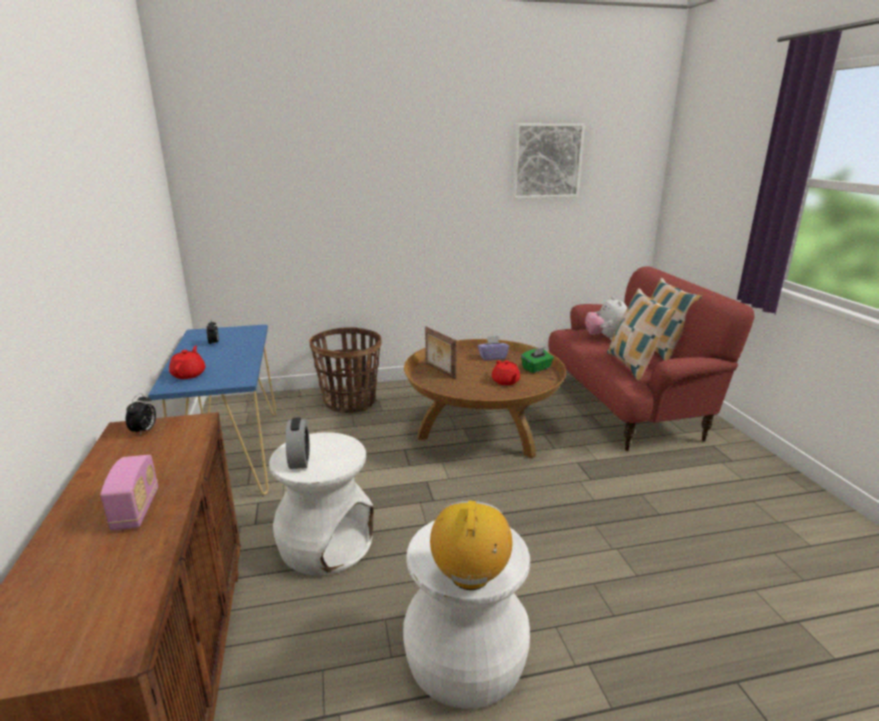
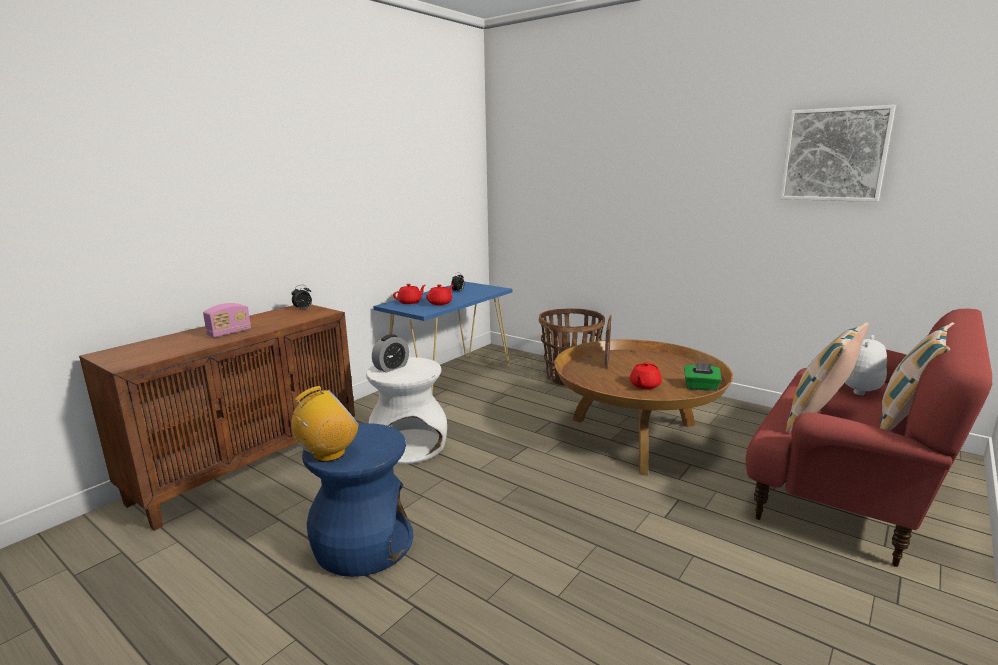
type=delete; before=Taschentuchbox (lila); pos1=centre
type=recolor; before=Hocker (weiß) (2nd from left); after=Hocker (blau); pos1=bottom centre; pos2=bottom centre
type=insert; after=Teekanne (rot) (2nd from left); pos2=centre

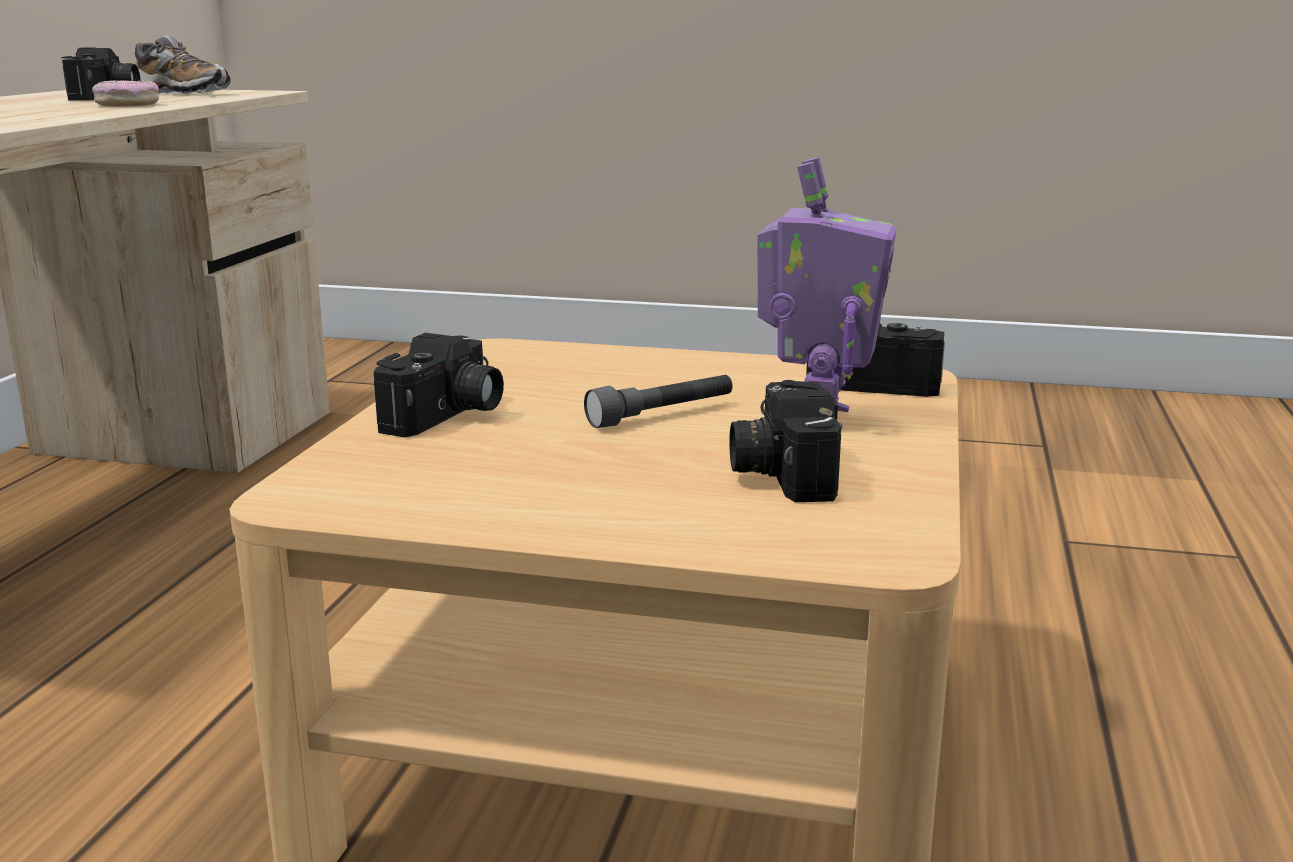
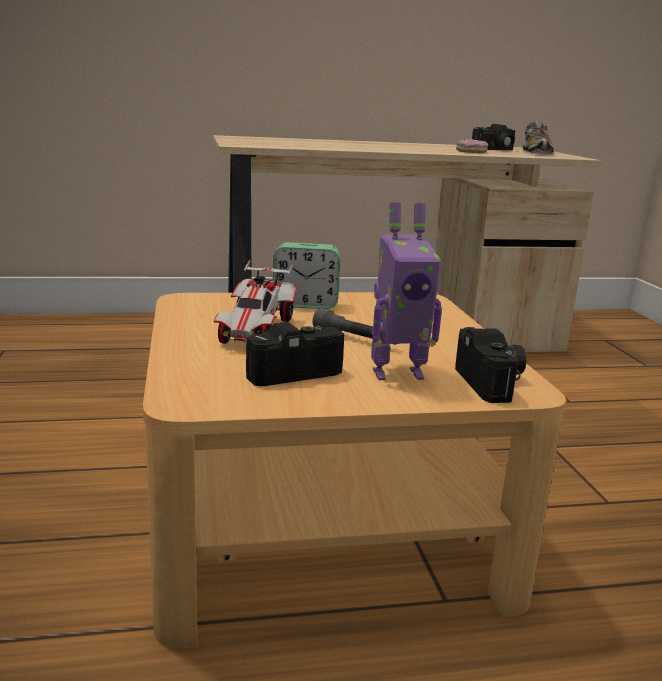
type=replace; before=Kamera (2nd from left); after=Wecker; pos1=centre; pos2=centre
type=insert; after=Spielzeugauto; pos2=centre

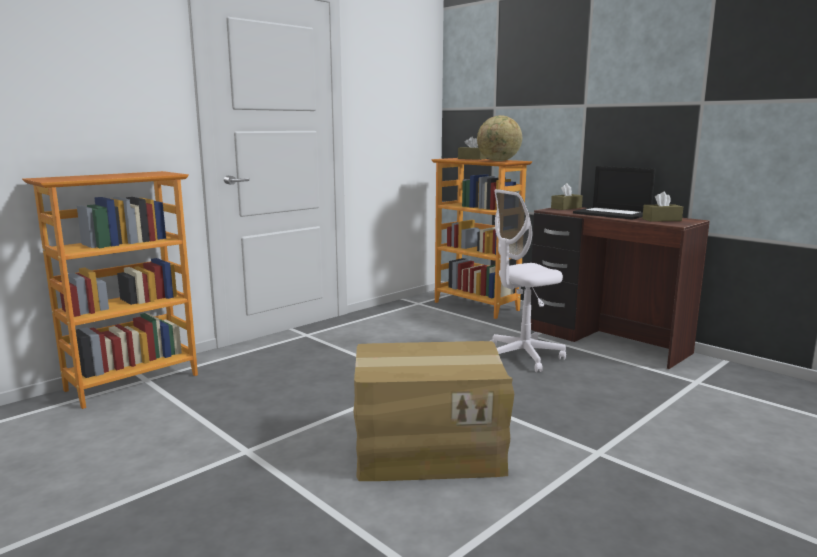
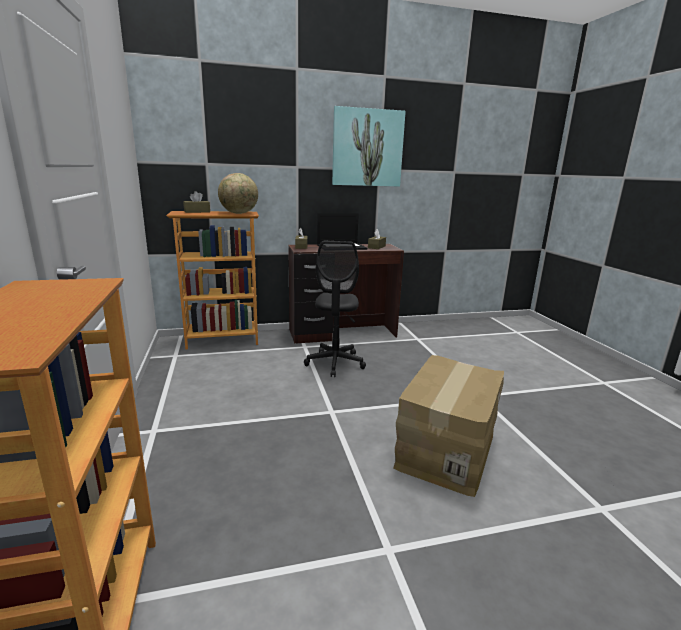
type=recolor; before=Bürostuhl (weiß); after=Bürostuhl (schwarz); pos1=centre; pos2=centre
type=insert; after=Bild; pos2=top centre

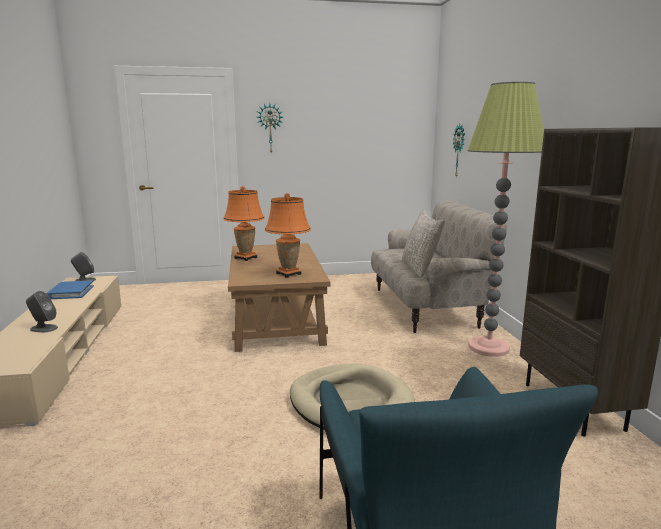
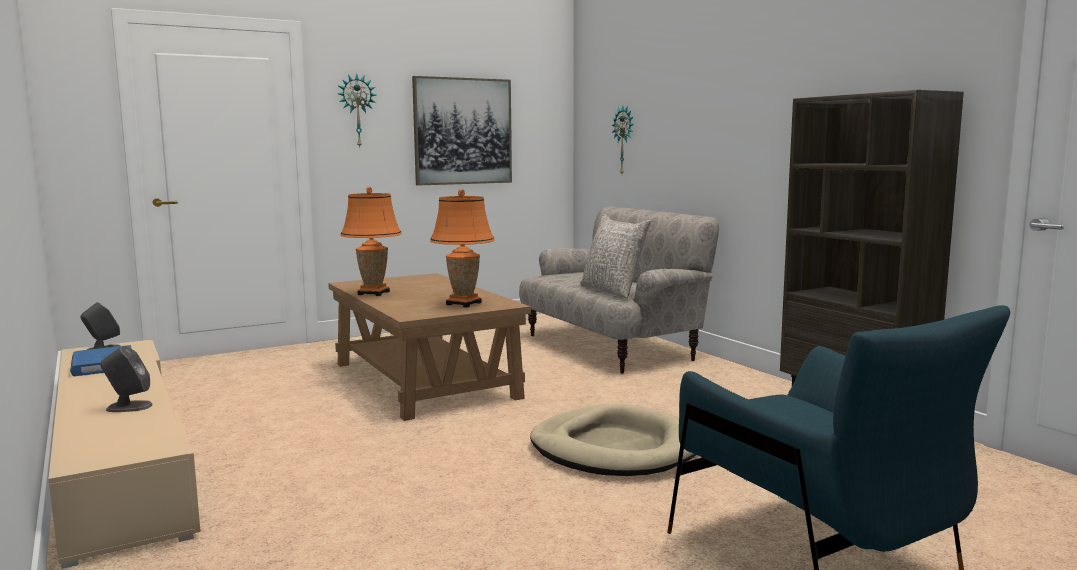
type=delete; before=Stehlampe; pos1=middle right
type=insert; after=Bild; pos2=top centre

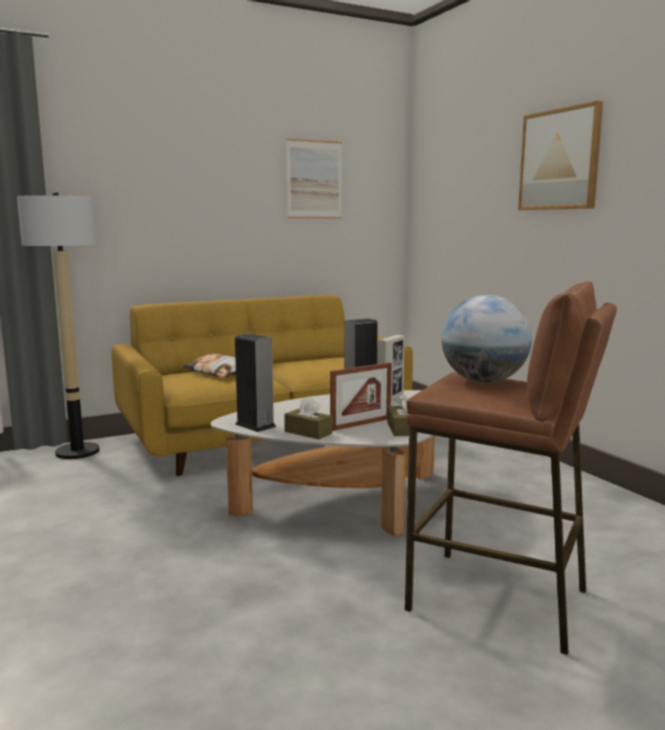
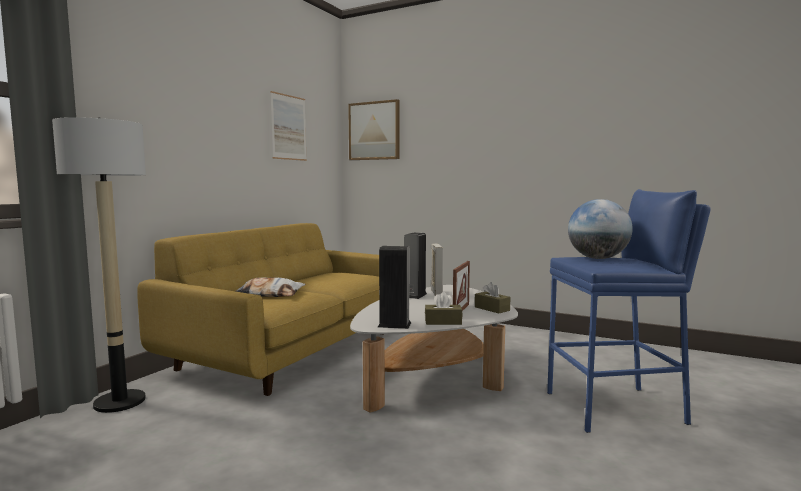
type=move; before=Bild (2nd from left); pos1=top right; pos2=top centre
type=recolor; before=Hocker (braun); after=Hocker (blau); pos1=middle right; pos2=middle right

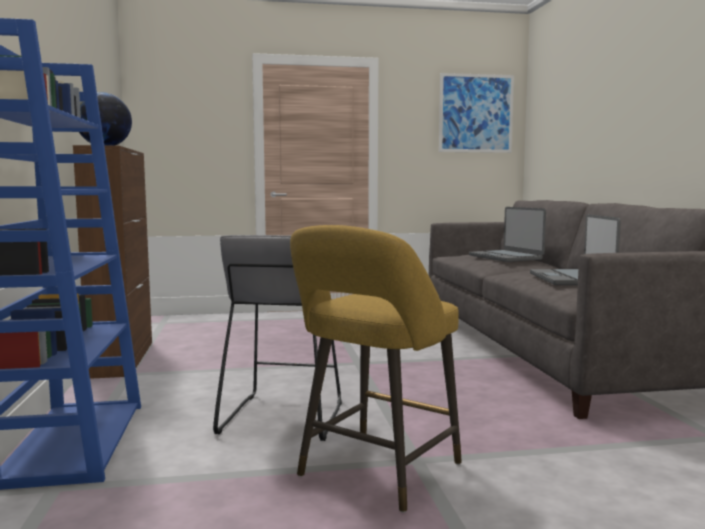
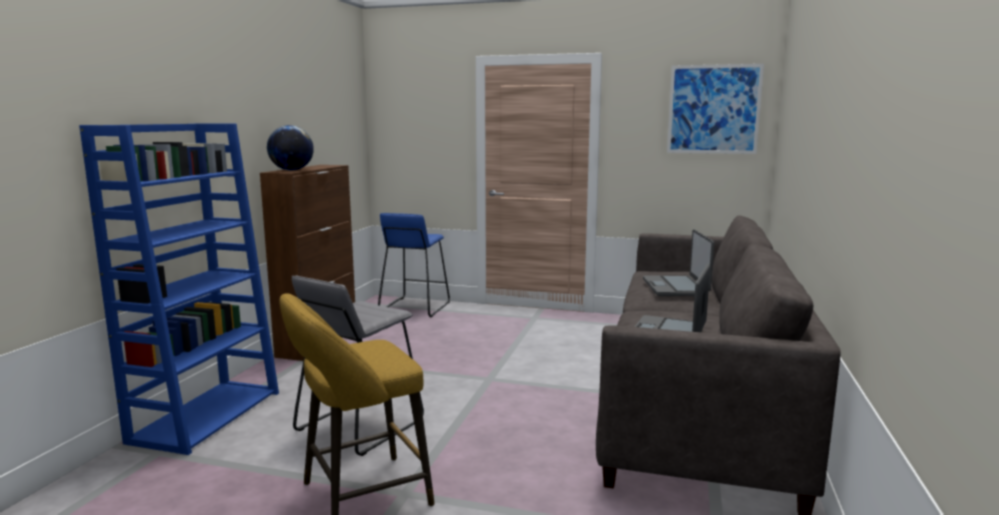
type=insert; after=Hocker (blau); pos2=centre

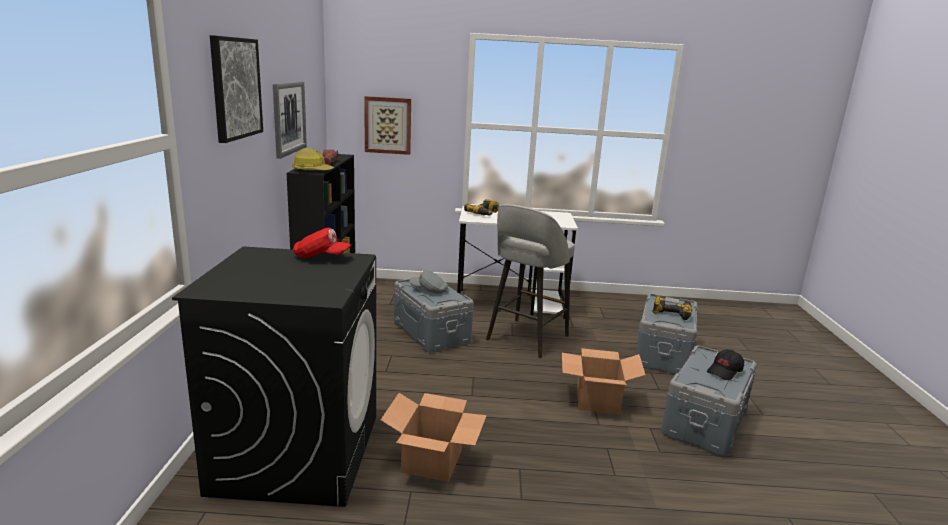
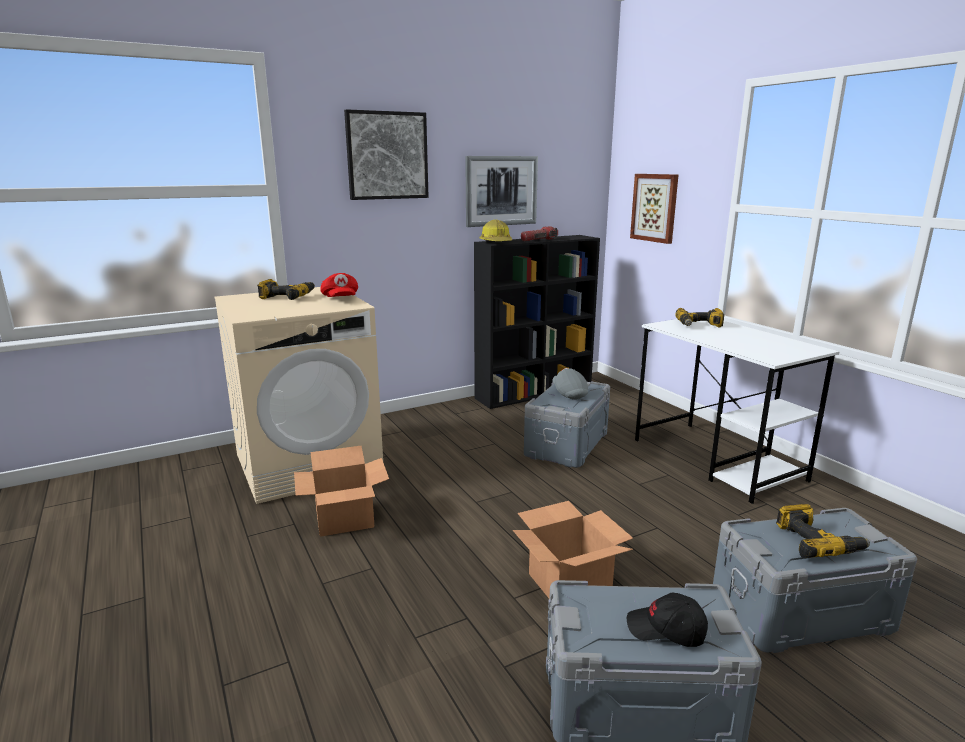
type=delete; before=Hocker (grau); pos1=centre
type=recolor; before=Waschmaschine (schwarz); after=Waschmaschine (beige); pos1=bottom left; pos2=middle left
type=insert; after=Bohrmaschine (1st from left); pos2=middle left

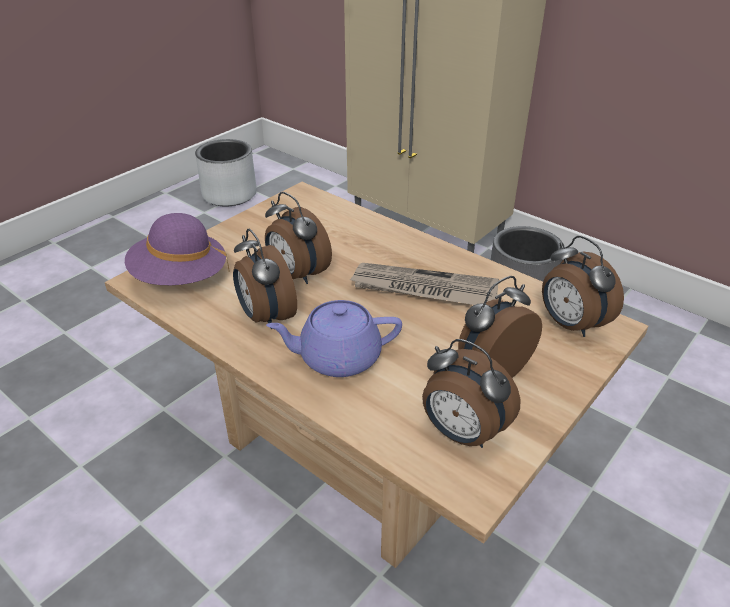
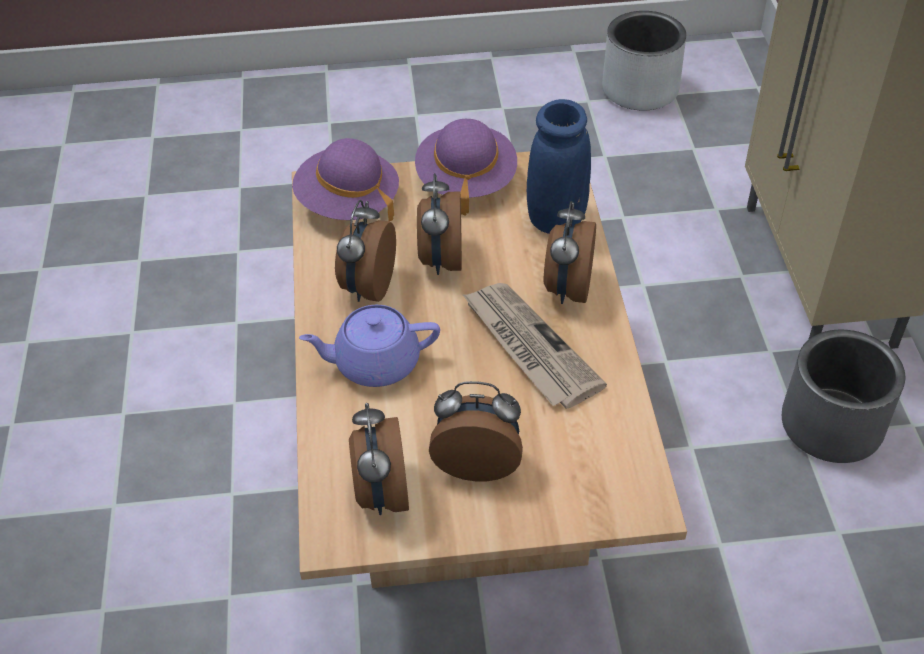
type=move; before=Wecker (5th from left); pos1=middle right; pos2=centre
type=rotate; before=Teekanne (lila); pos1=centre; pos2=centre; turn=-45
type=insert; after=Vase (blau); pos2=top centre
type=insert; after=Hut (lila) (2nd from left); pos2=top centre

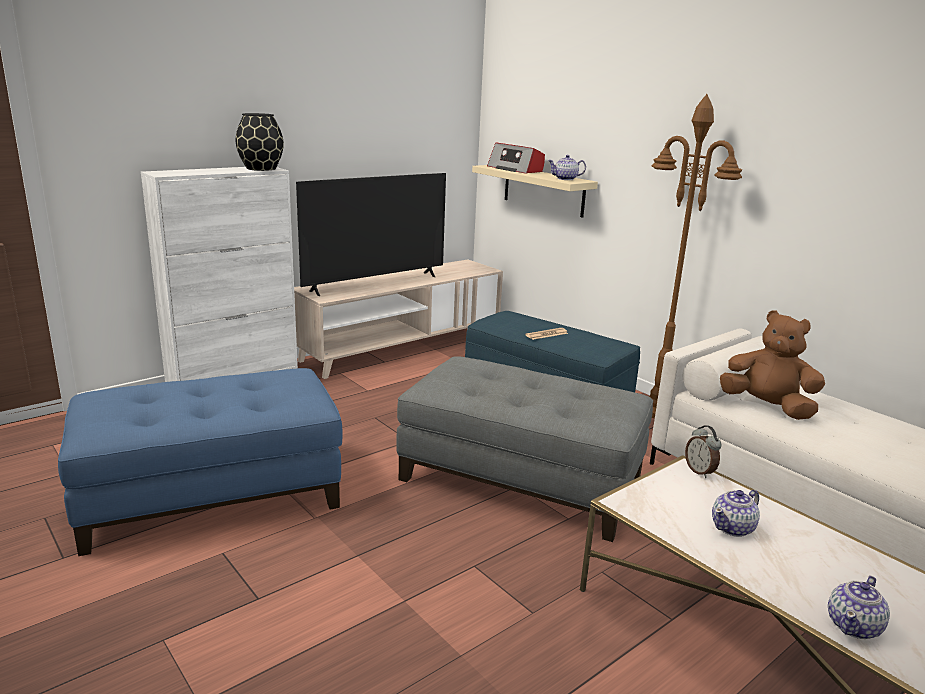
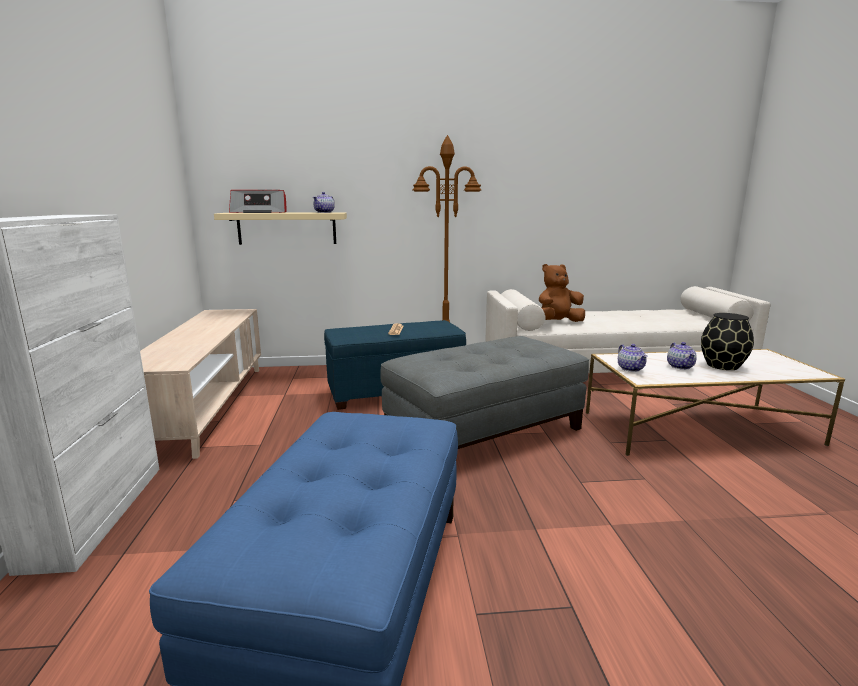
type=move; before=Vase (schwarz); pos1=top left; pos2=middle right
type=delete; before=Fernseher; pos1=centre
type=delete; before=Wecker; pos1=middle right
type=move; before=Teekanne (3rd from left in the first image); after=Teekanne (2nd from left); pos1=bottom right; pos2=middle right

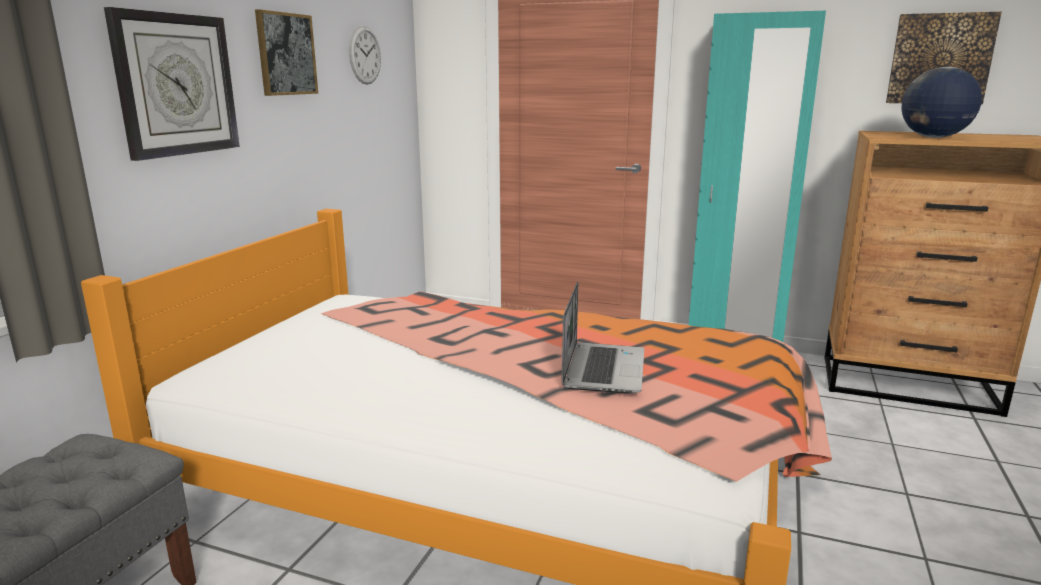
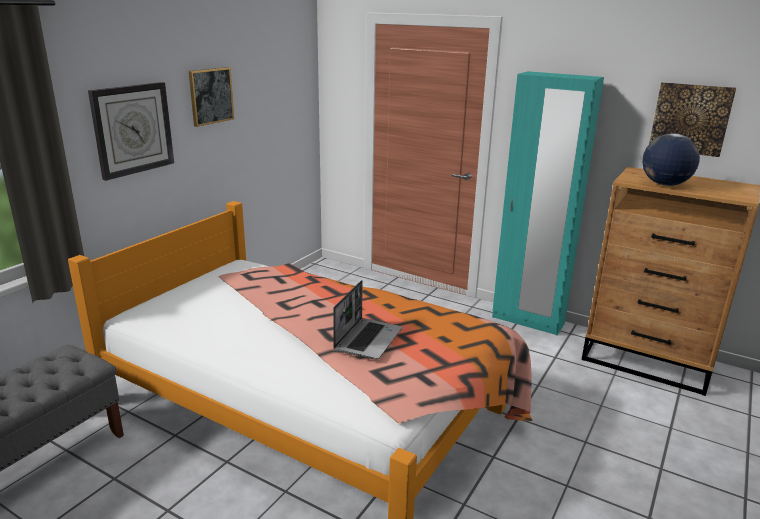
type=delete; before=Wanduhr (2nd from left); pos1=top centre

